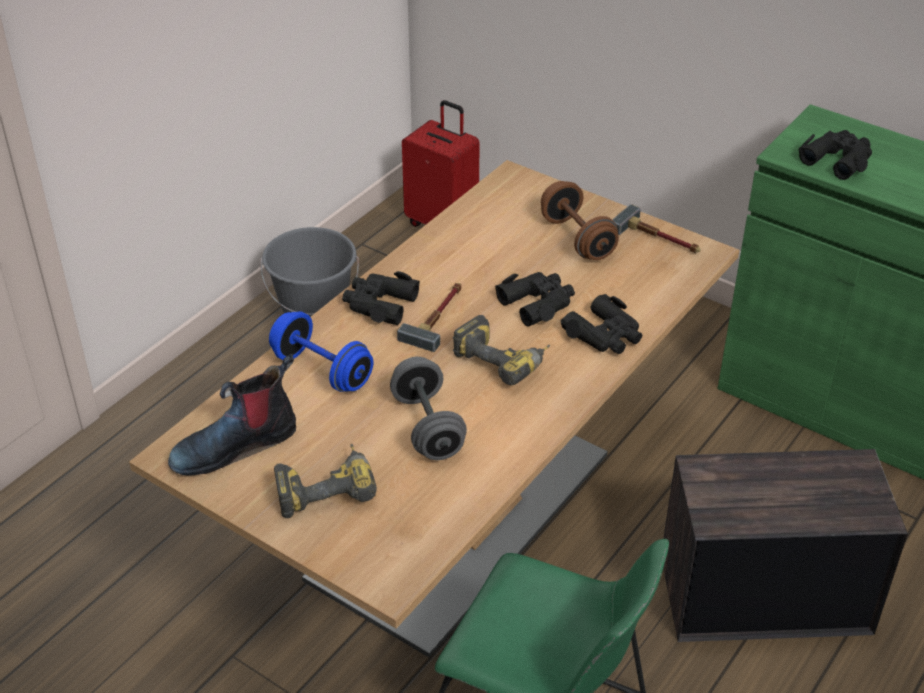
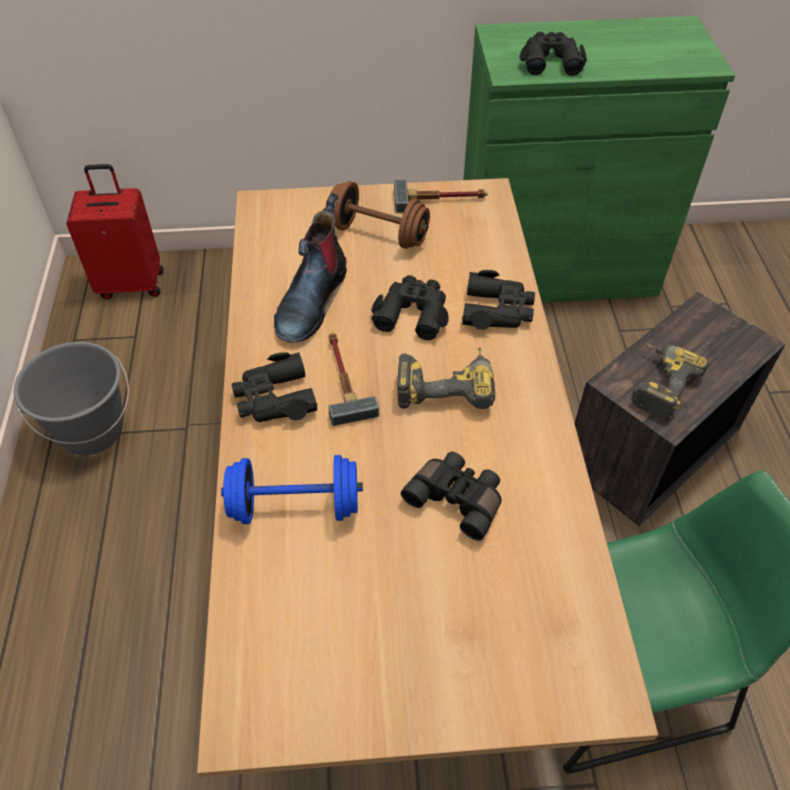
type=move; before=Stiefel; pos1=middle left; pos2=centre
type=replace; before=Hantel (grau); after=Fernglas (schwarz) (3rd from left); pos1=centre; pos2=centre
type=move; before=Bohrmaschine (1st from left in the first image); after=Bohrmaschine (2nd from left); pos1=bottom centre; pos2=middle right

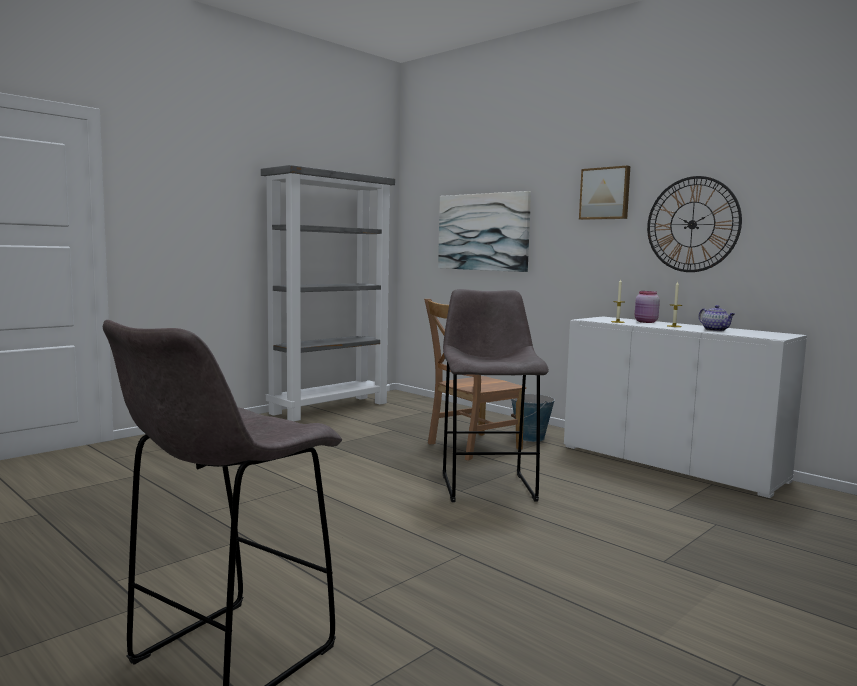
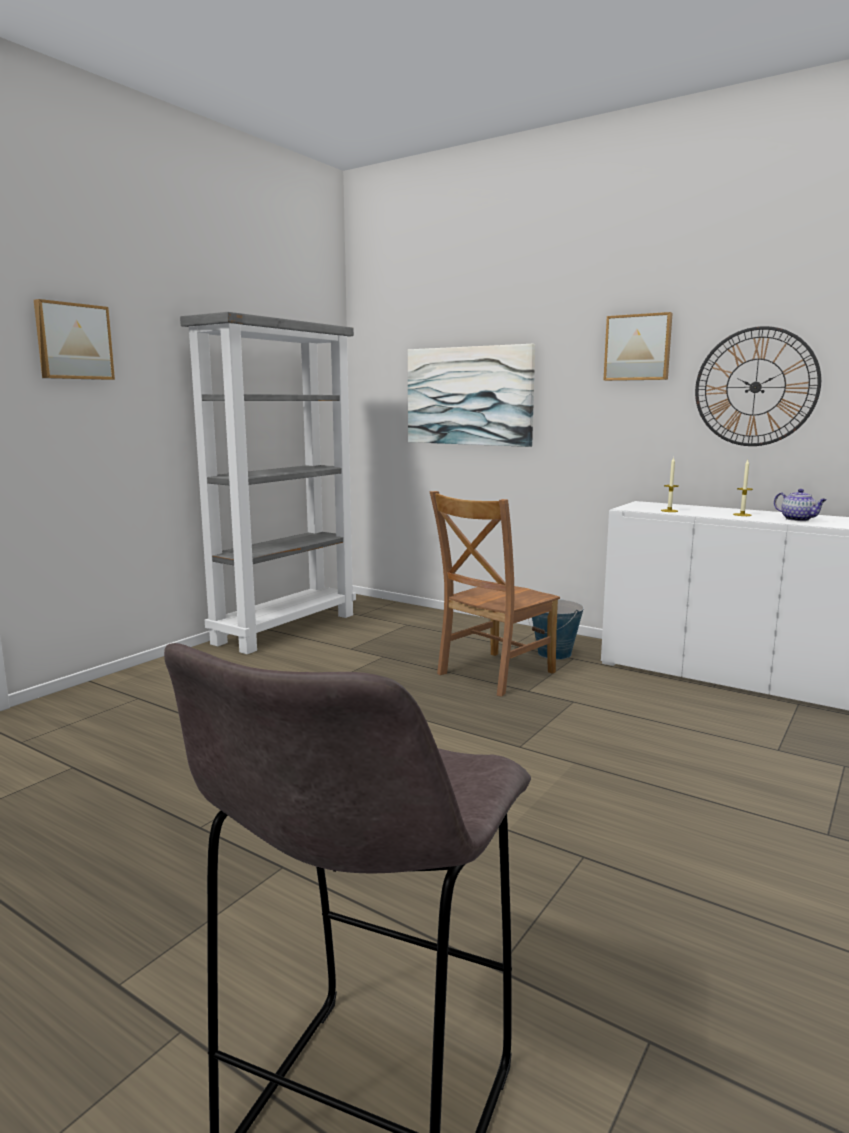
type=delete; before=Hocker (grau) (2nd from left); pos1=centre
type=delete; before=Vorratsglas (rosa); pos1=middle right
type=insert; after=Bild (1st from left); pos2=top left

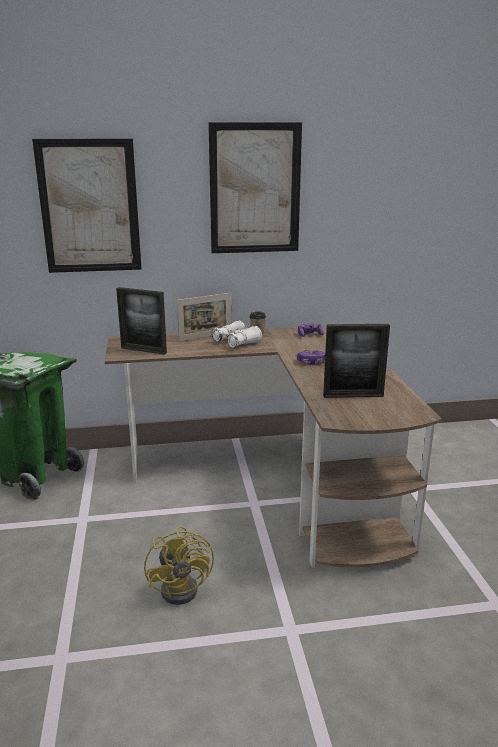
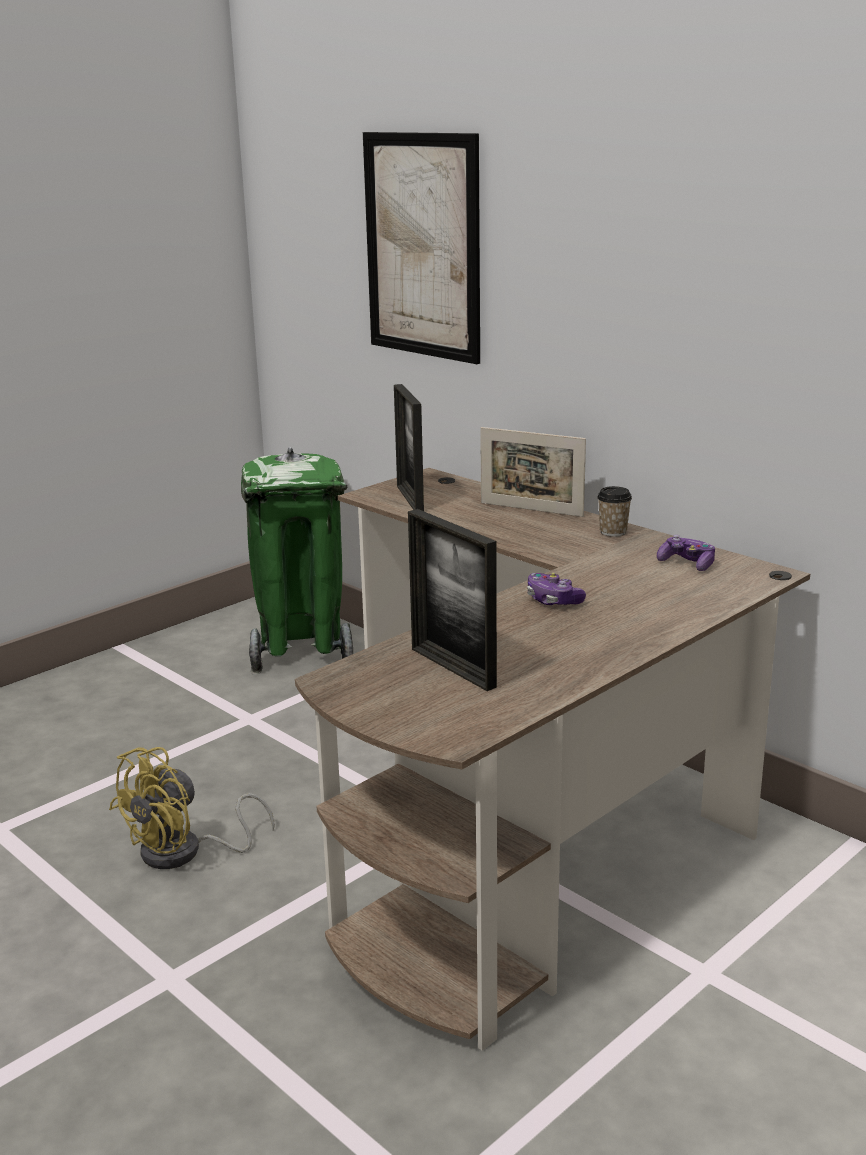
type=delete; before=Bild (2nd from left); pos1=top centre
type=delete; before=Fernglas (weiß); pos1=centre

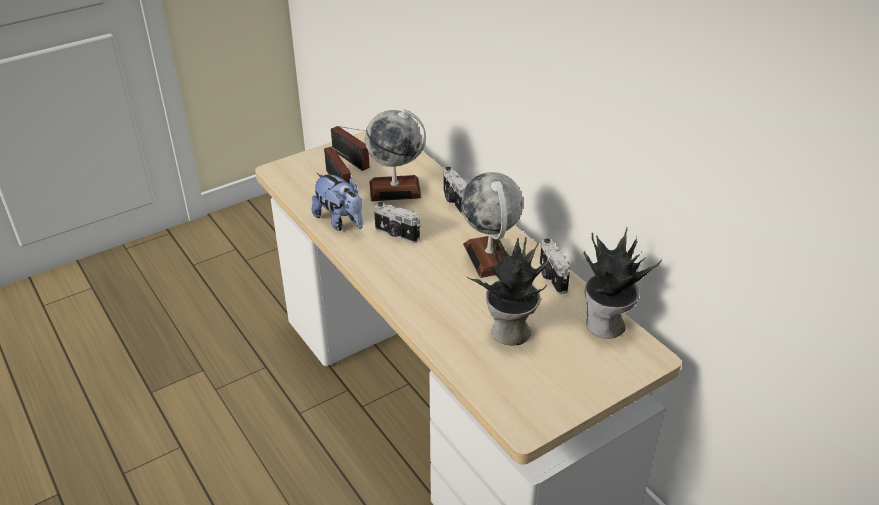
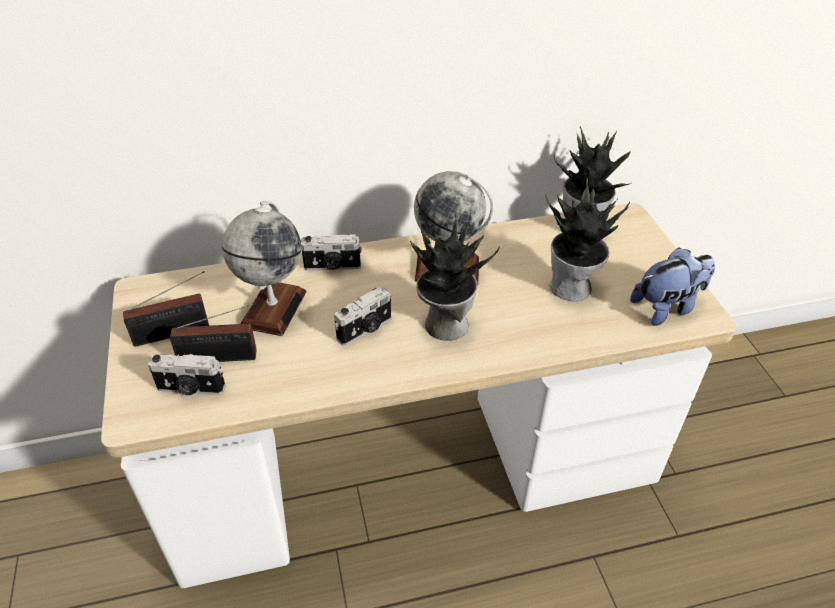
type=move; before=Plüschtier; pos1=centre; pos2=middle right
type=move; before=Kamera (3rd from left in the first image); after=Kamera (1st from left); pos1=centre; pos2=middle left
type=insert; after=Topfpflanze (1st from left); pos2=centre

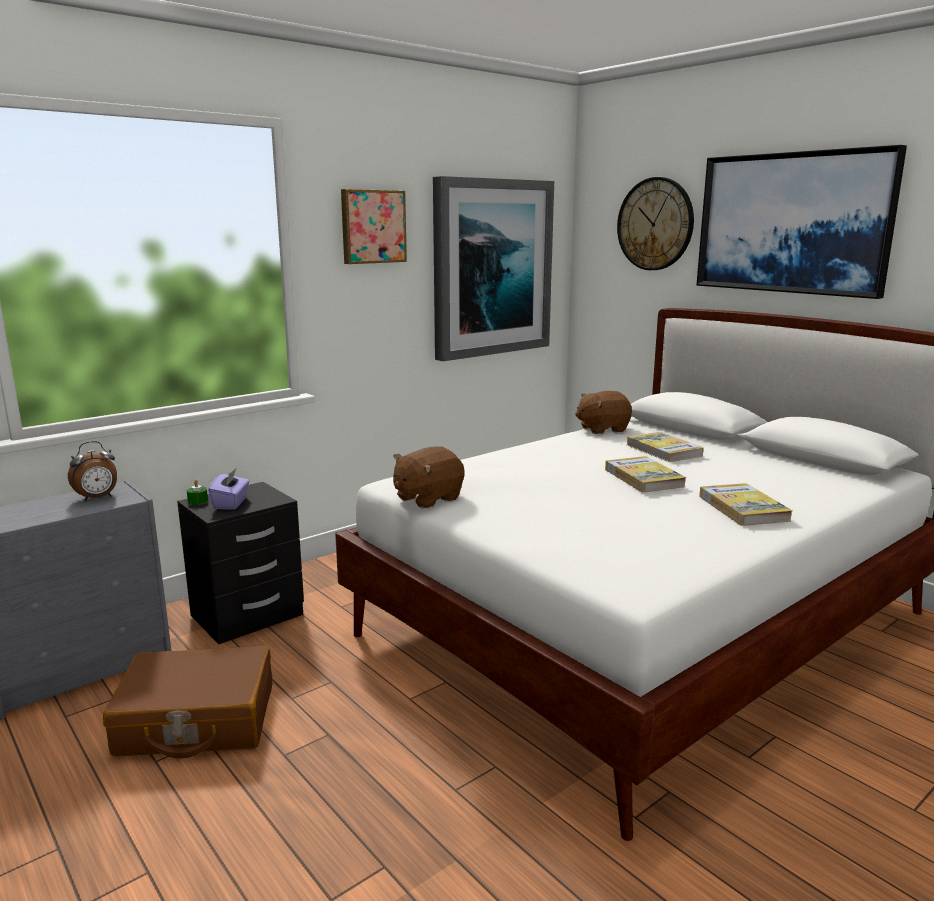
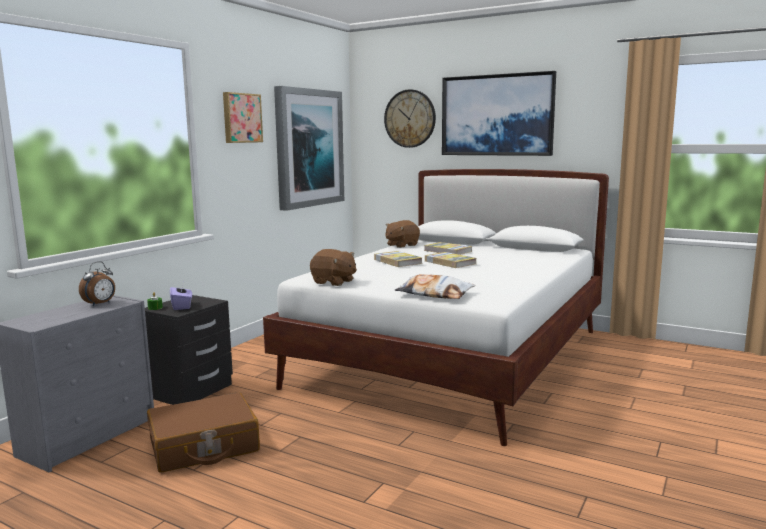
type=rotate; before=Plüschtier (braun) (1st from left); pos1=centre; pos2=centre; turn=-90
type=move; before=Buch (3rd from left in the first image); after=Buch (1st from left); pos1=middle right; pos2=centre
type=insert; after=Kissen; pos2=centre

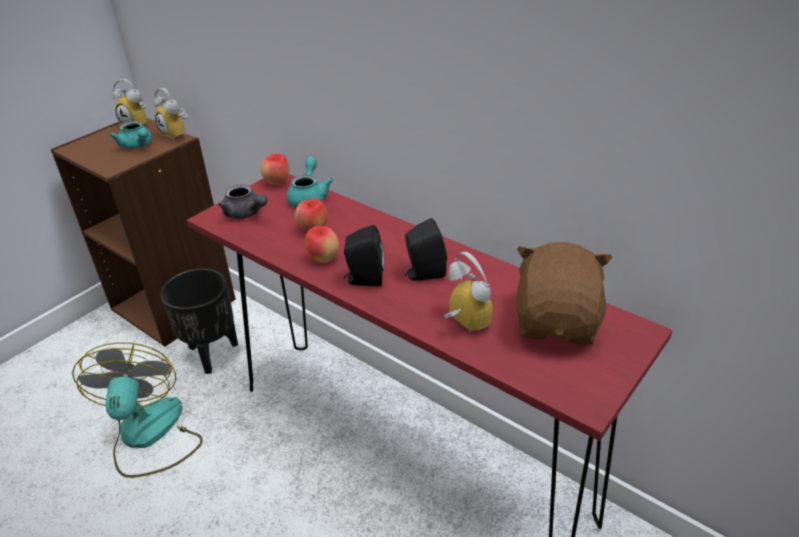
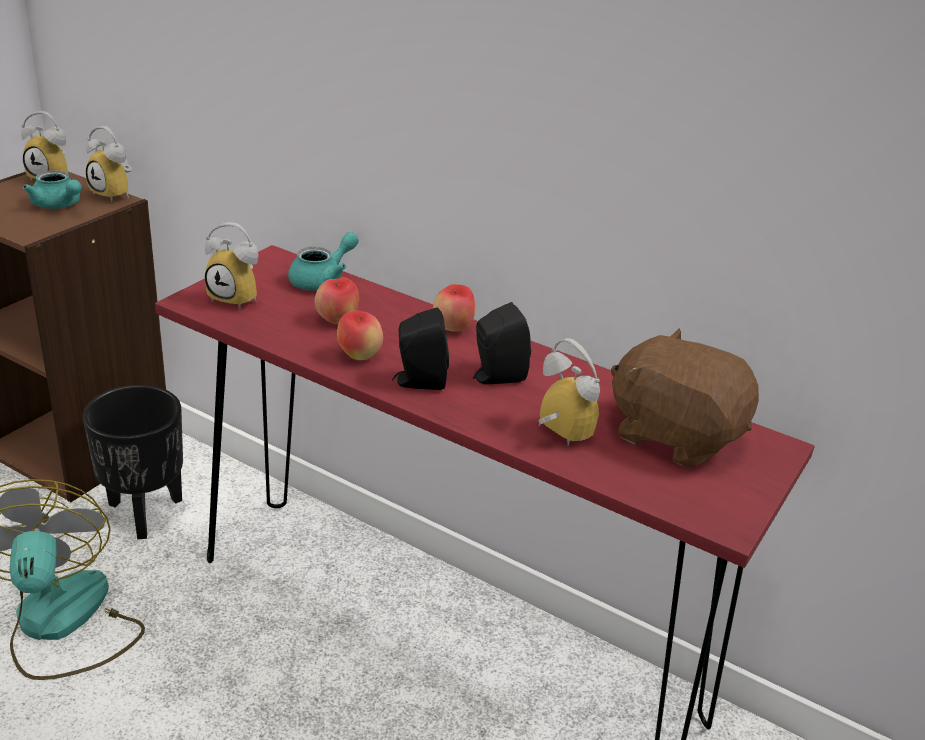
type=move; before=Apfel (1st from left in the first image); after=Apfel (3rd from left); pos1=top centre; pos2=centre
type=rotate; before=Teekanne (türkis) (2nd from left); pos1=centre; pos2=centre; turn=45
type=replace; before=Teekanne (grau); after=Wecker (3rd from left); pos1=middle left; pos2=middle left
type=rotate; before=Plüschtier (braun); pos1=middle right; pos2=middle right; turn=-60

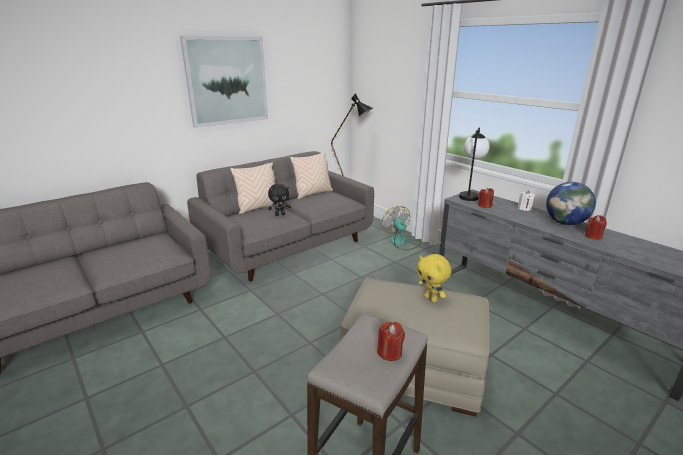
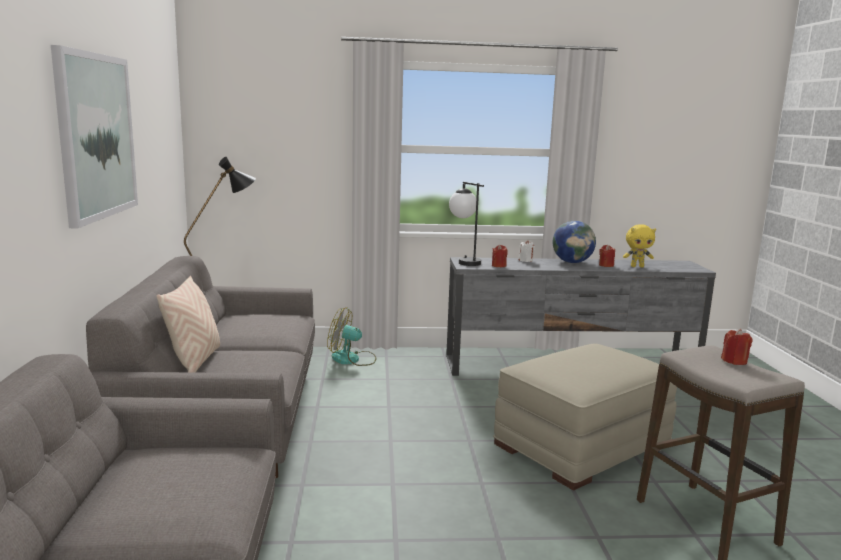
type=delete; before=Kissen (beige) (2nd from left); pos1=centre
type=delete; before=Plüschtier (schwarz); pos1=centre
type=move; before=Plüschtier (gelb); pos1=centre; pos2=middle right

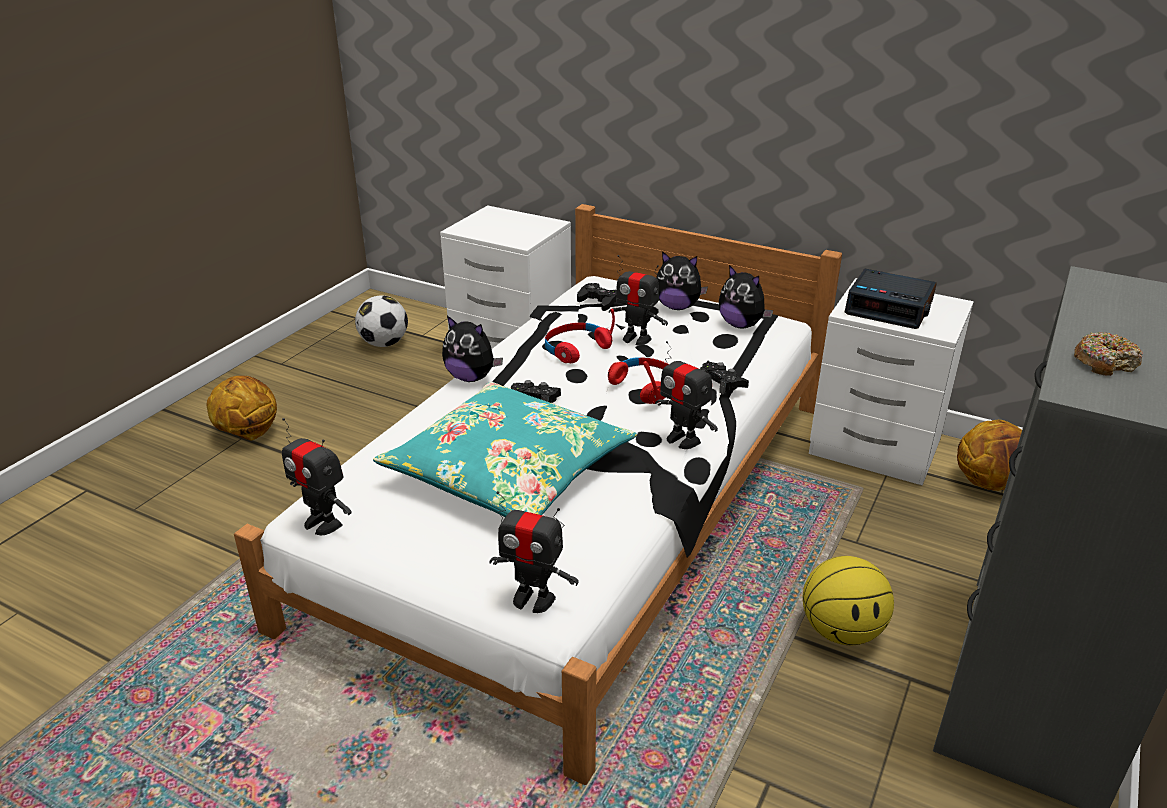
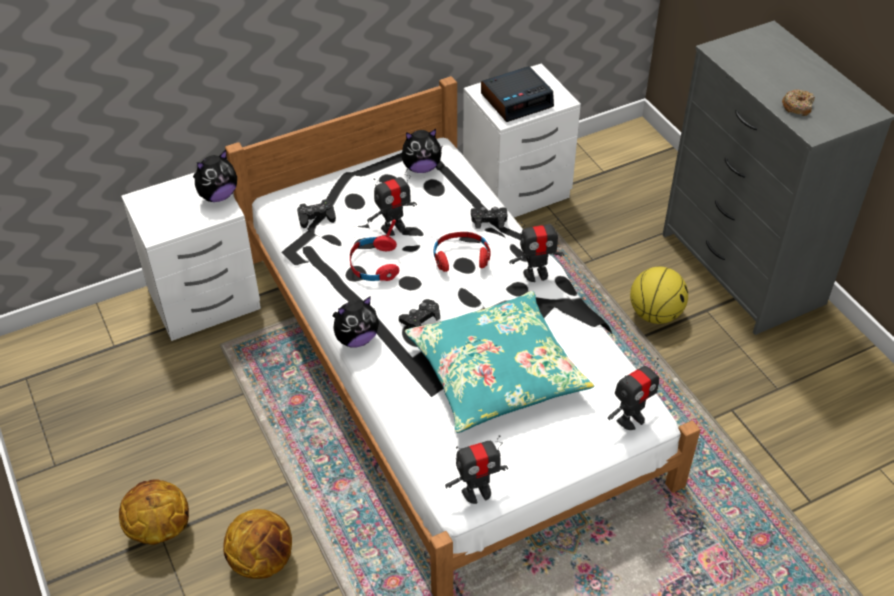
type=move; before=Plüschtier (2nd from left in the first image); after=Plüschtier (1st from left); pos1=centre; pos2=top left
type=delete; before=Fußball; pos1=middle left
type=move; before=Basketball (3rd from left in the first image); after=Basketball (2nd from left); pos1=middle right; pos2=bottom left

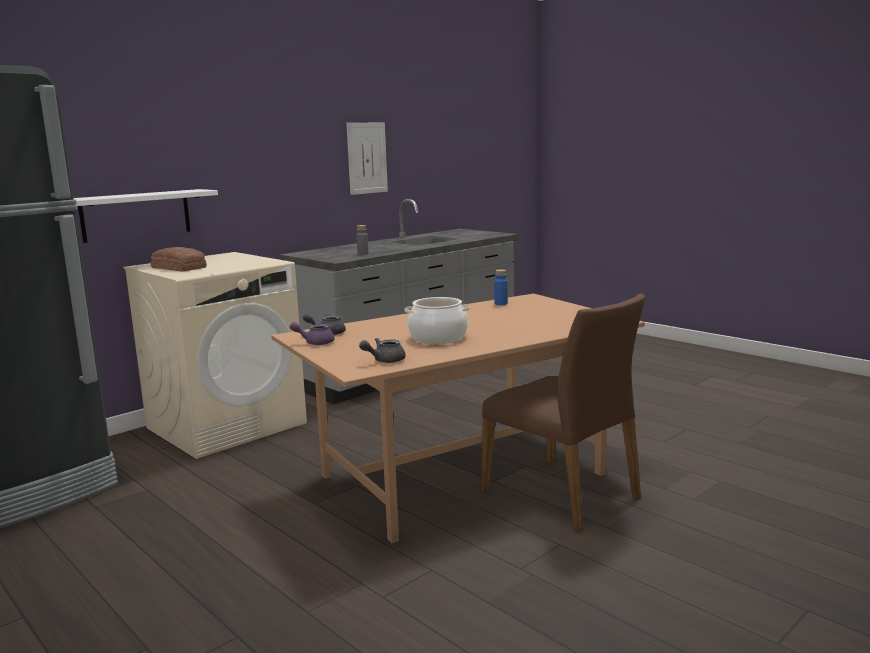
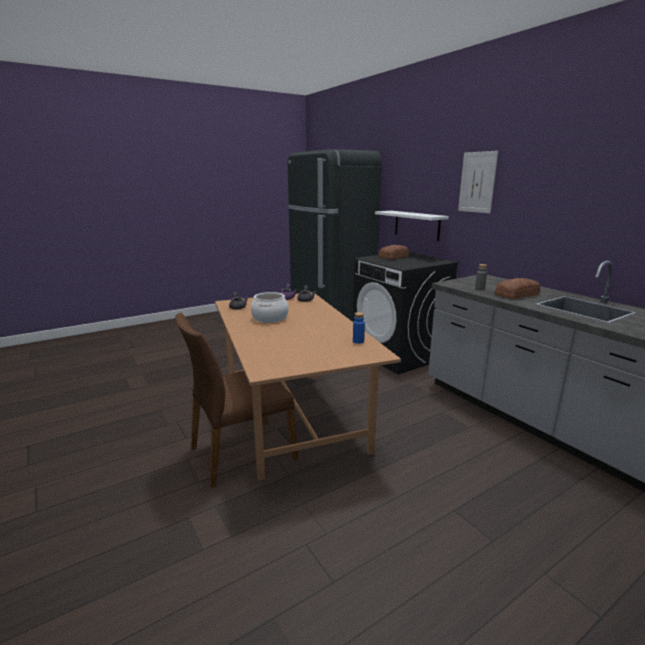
type=move; before=Bild; pos1=top centre; pos2=top right
type=recolor; before=Waschmaschine (beige); after=Waschmaschine (schwarz); pos1=middle left; pos2=centre
type=insert; after=Brot (2nd from left); pos2=middle right

